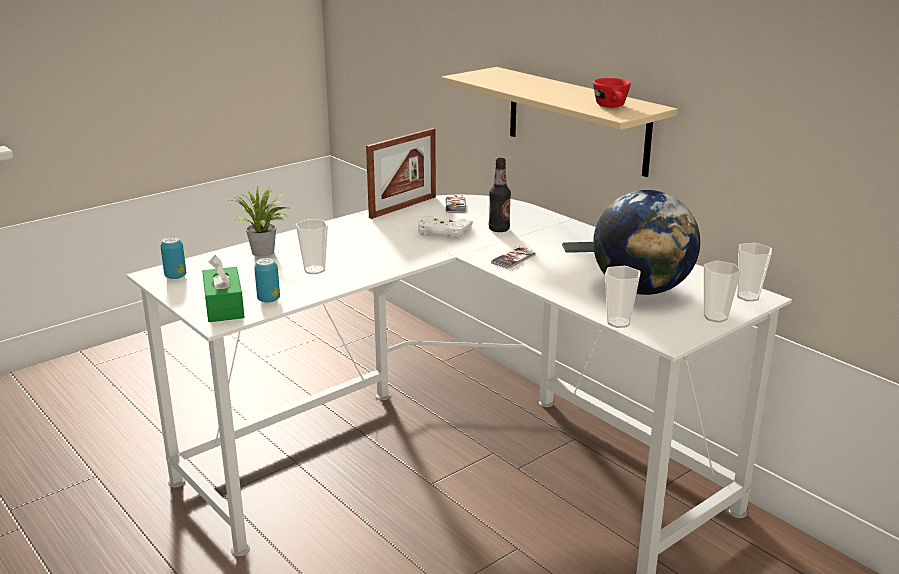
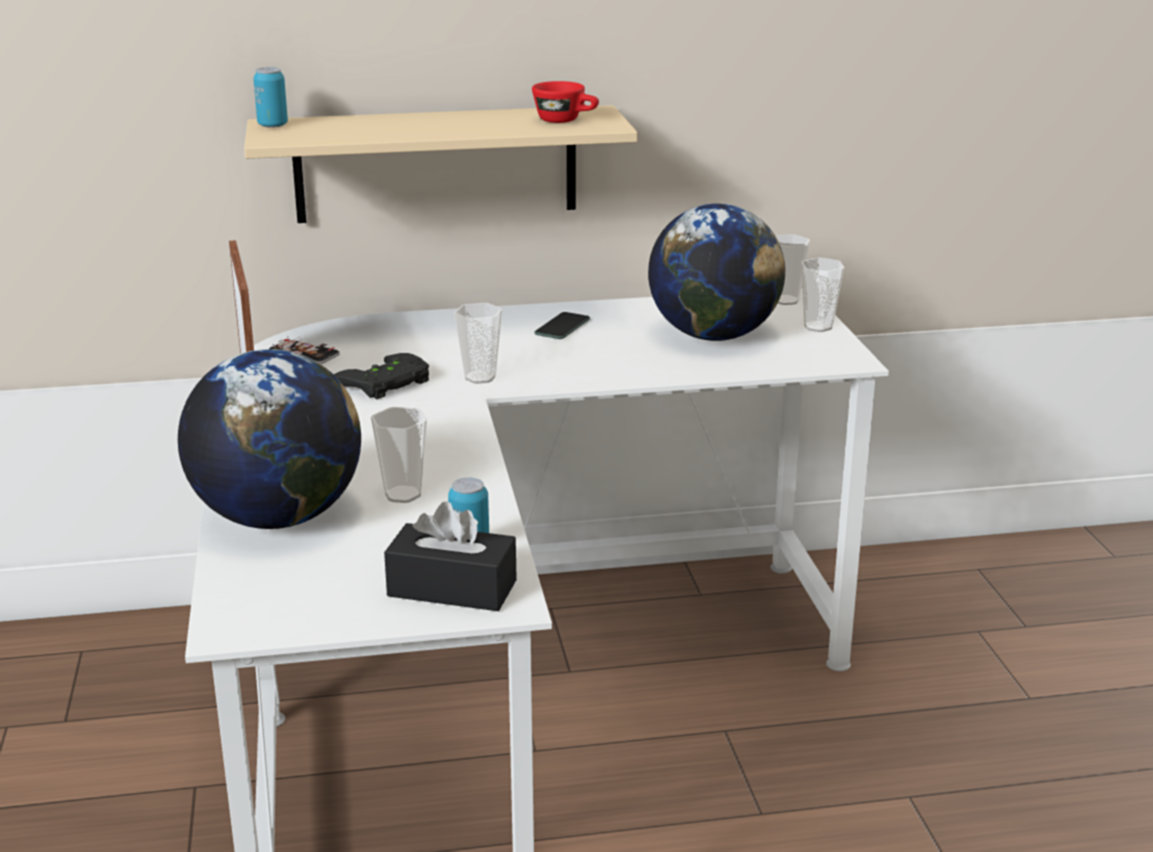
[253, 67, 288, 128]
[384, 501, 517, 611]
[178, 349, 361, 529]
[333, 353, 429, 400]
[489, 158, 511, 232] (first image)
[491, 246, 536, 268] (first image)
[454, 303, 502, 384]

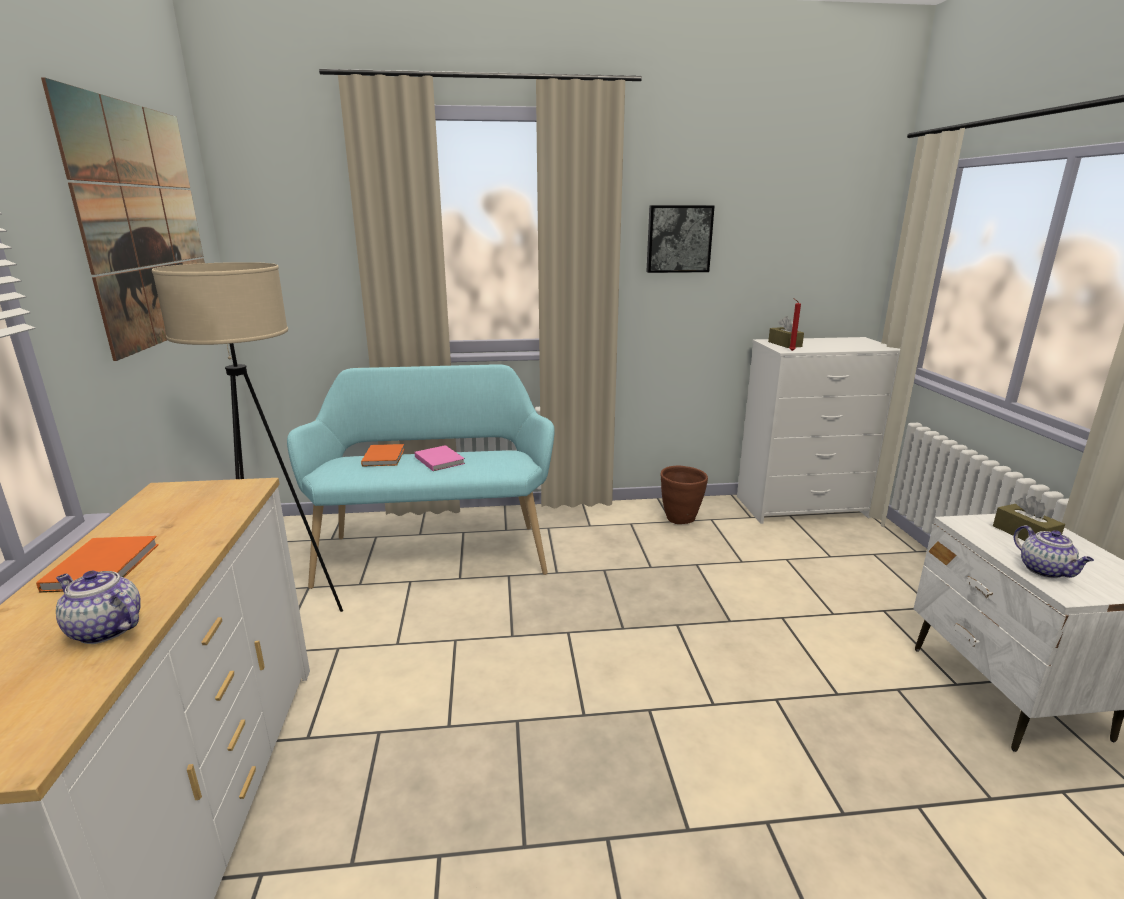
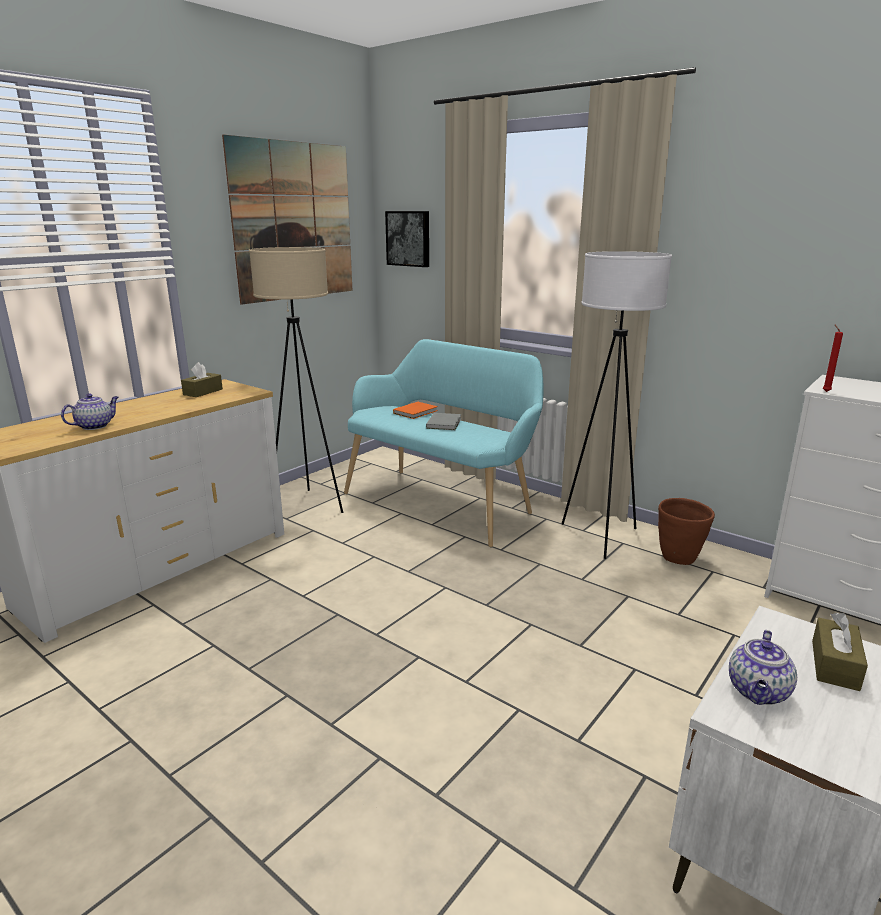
[36, 536, 159, 593] (first image)
[61, 394, 118, 430]
[426, 413, 461, 430]
[385, 211, 429, 267]
[181, 362, 223, 397]
[562, 251, 672, 559]

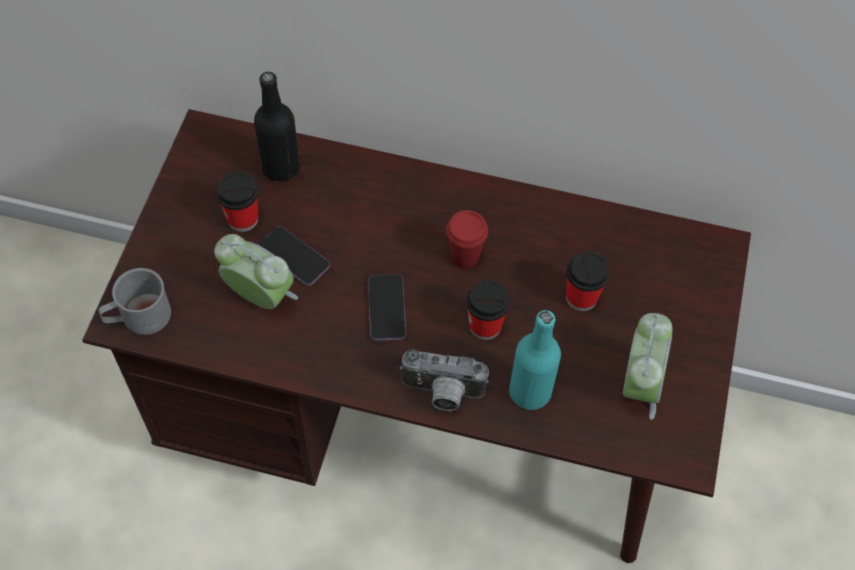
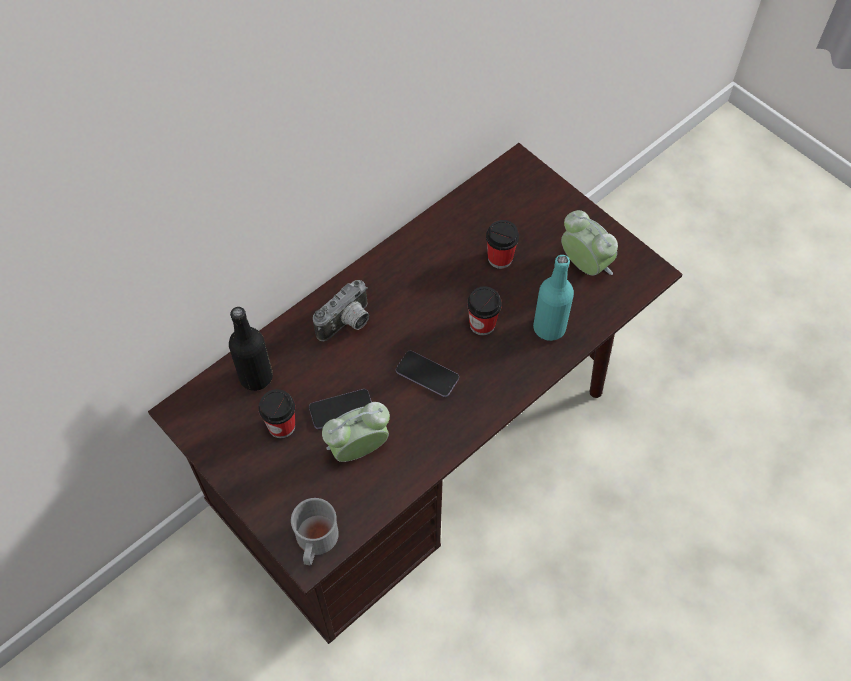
[313, 280, 369, 341]
[446, 210, 488, 268] (first image)

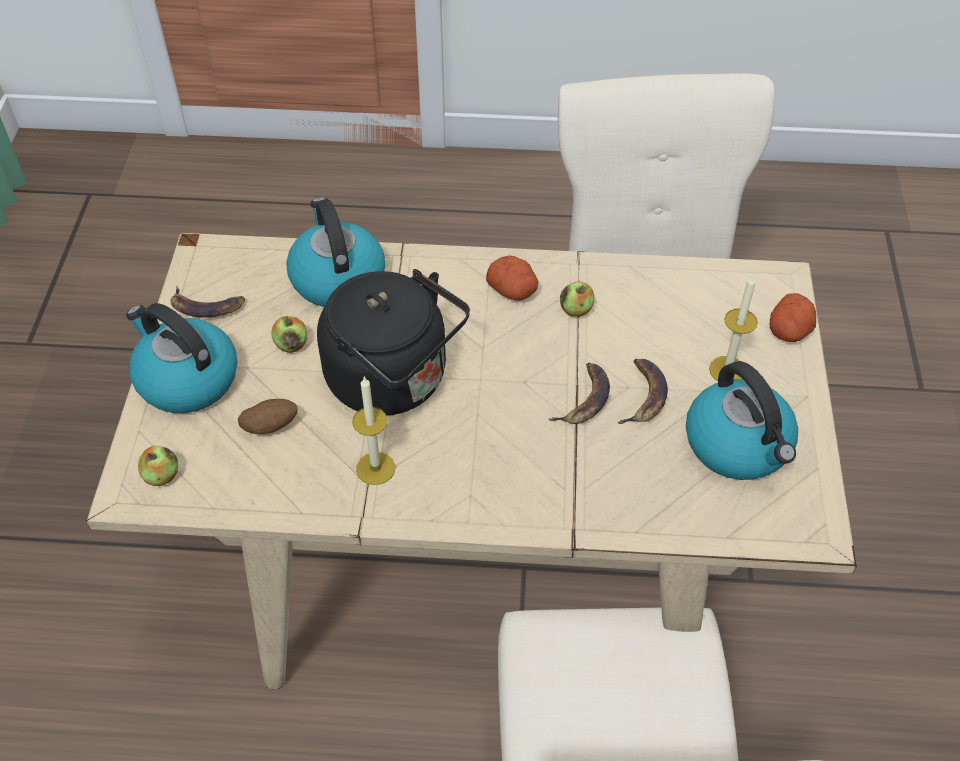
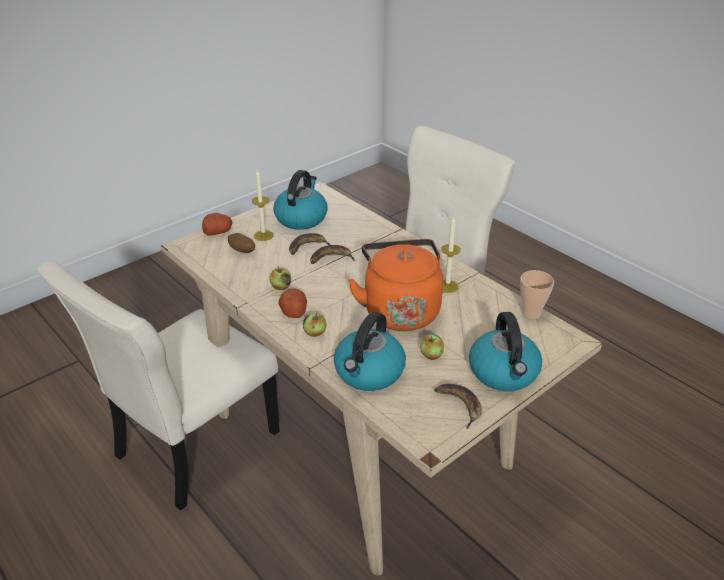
[303, 313, 327, 337]
[228, 233, 255, 253]
[348, 239, 443, 331]
[520, 270, 554, 319]

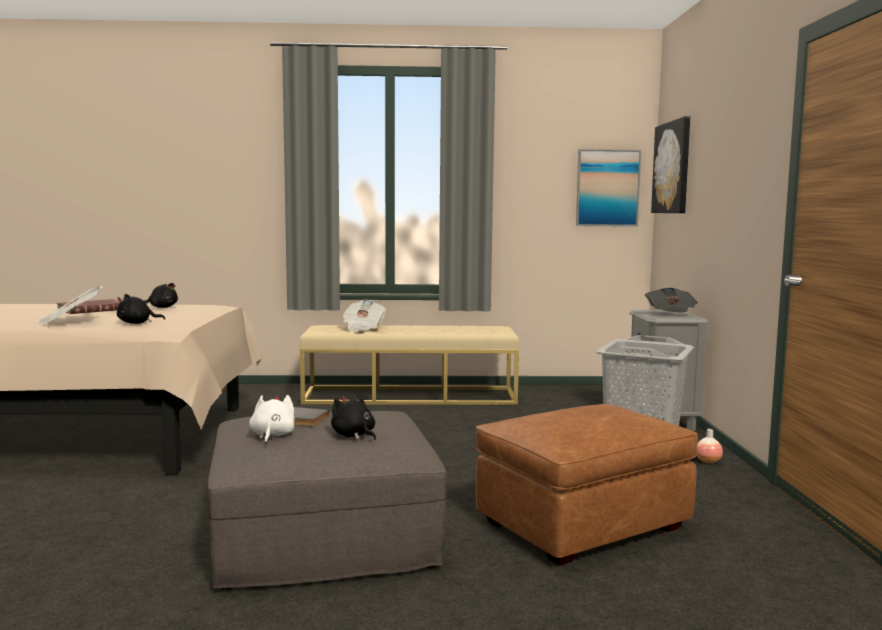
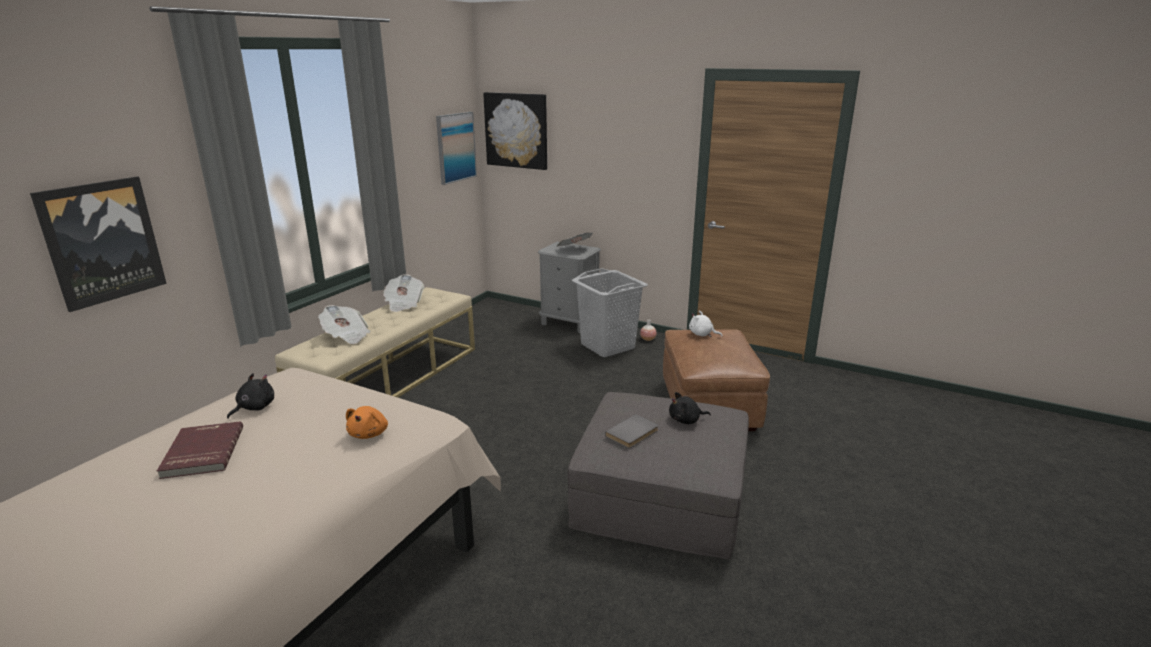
[383, 274, 424, 312]
[346, 406, 388, 439]
[689, 310, 722, 337]
[30, 176, 167, 312]

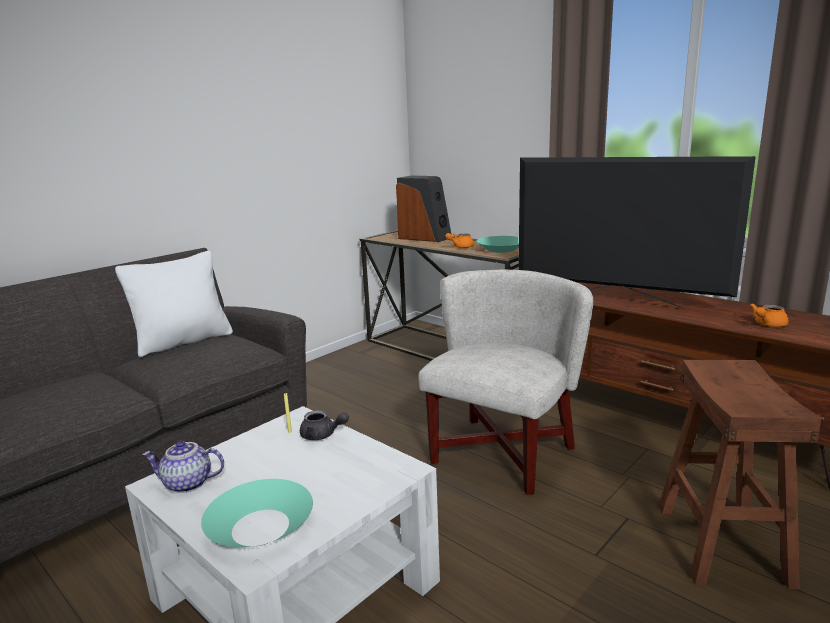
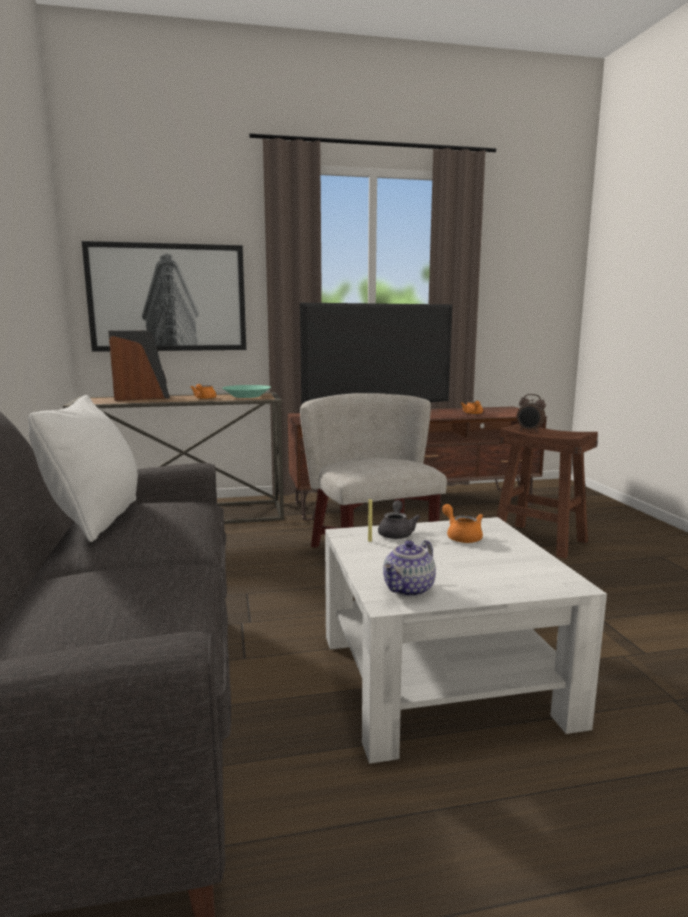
[201, 479, 313, 548] (first image)
[378, 500, 421, 539]
[82, 241, 246, 352]
[442, 504, 483, 543]
[517, 394, 546, 432]

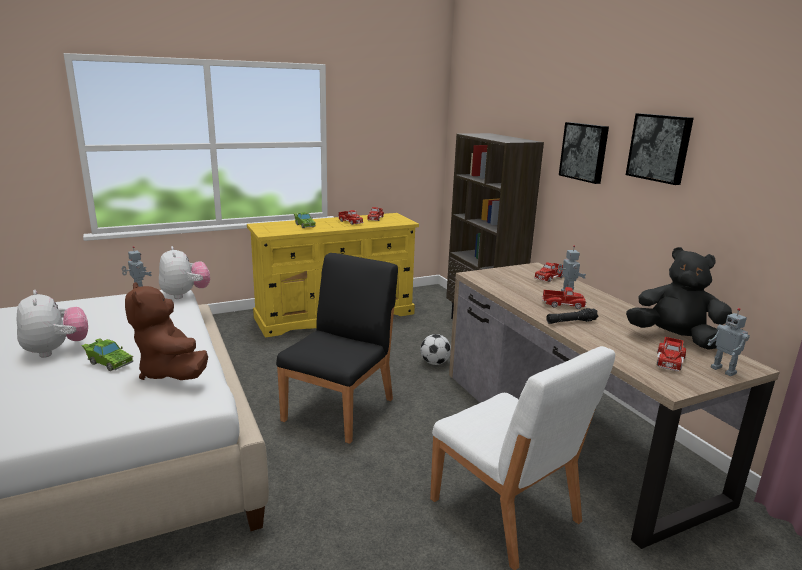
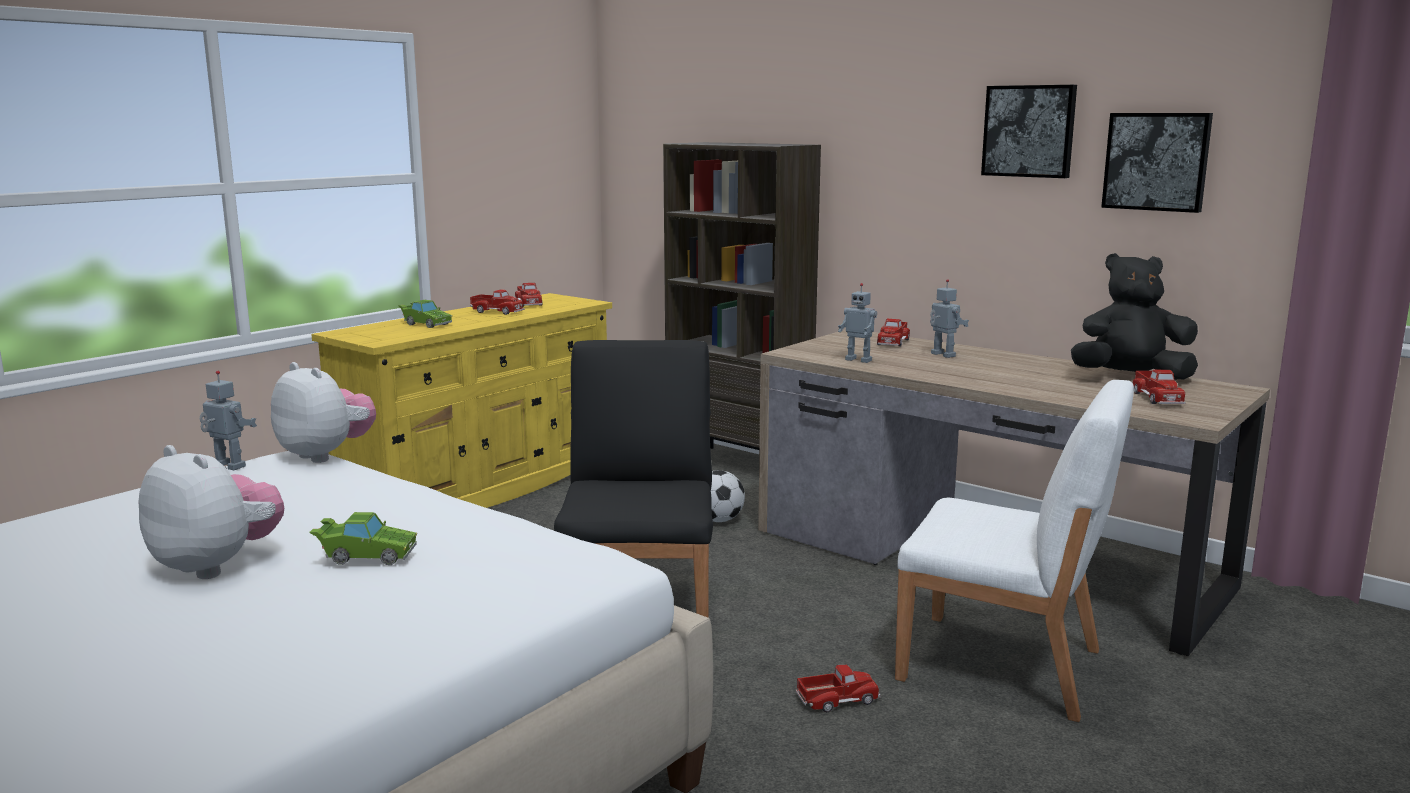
[125, 282, 208, 380] (first image)
[796, 665, 881, 712]
[546, 308, 598, 324] (first image)
[1101, 113, 1213, 213]
[838, 283, 877, 363]

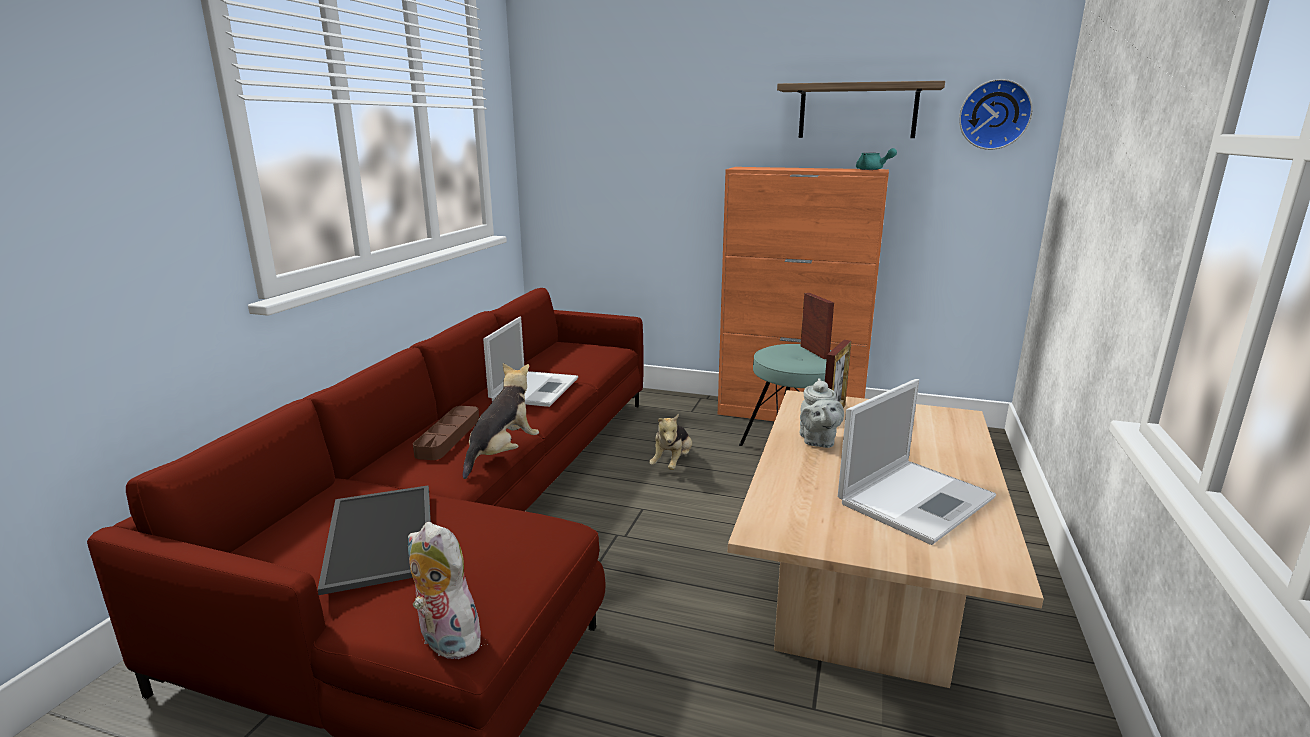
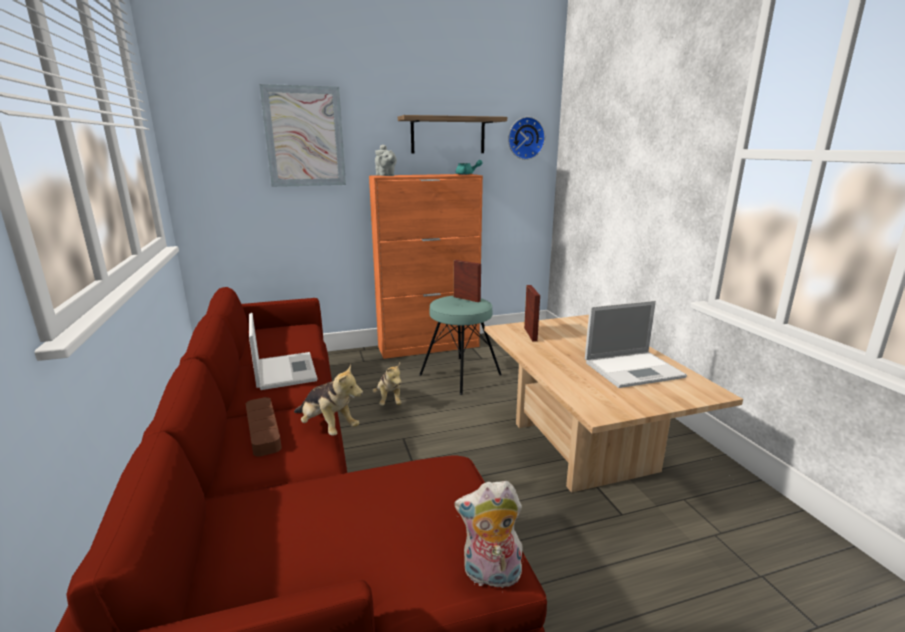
[318, 485, 431, 595] (first image)
[294, 364, 363, 436]
[375, 145, 397, 176]
[585, 300, 687, 388]
[259, 84, 346, 187]

